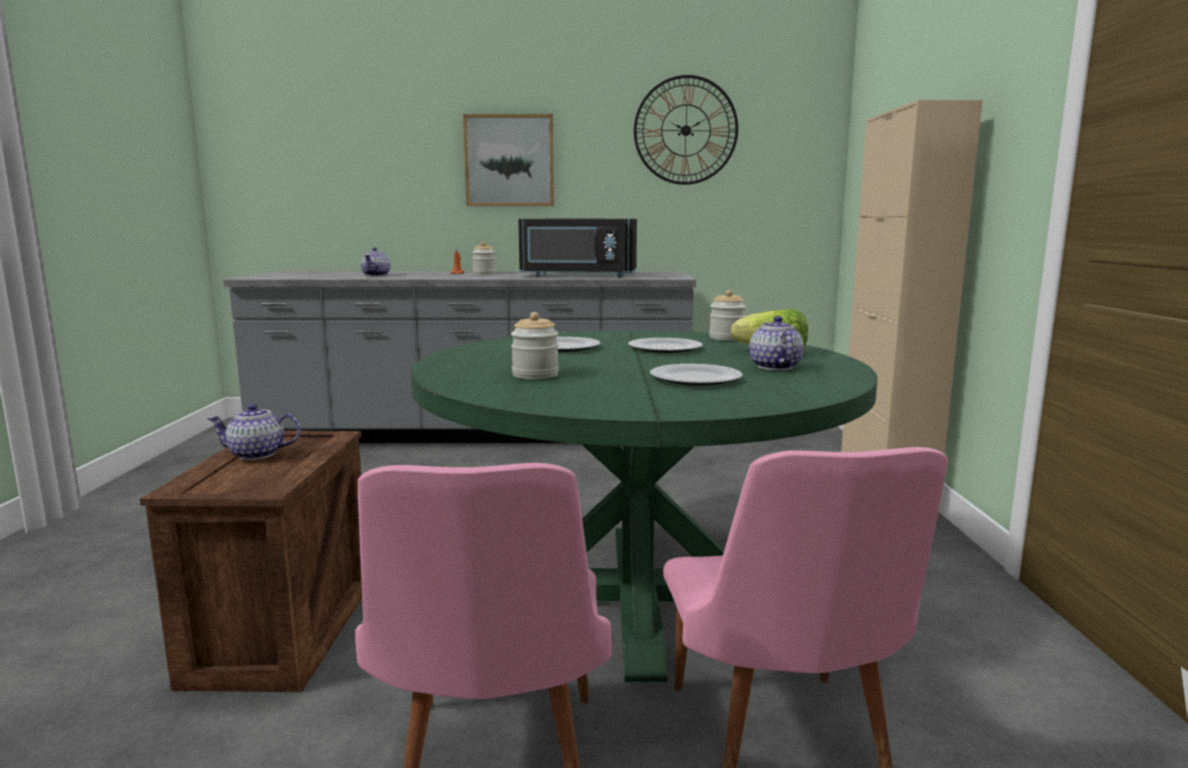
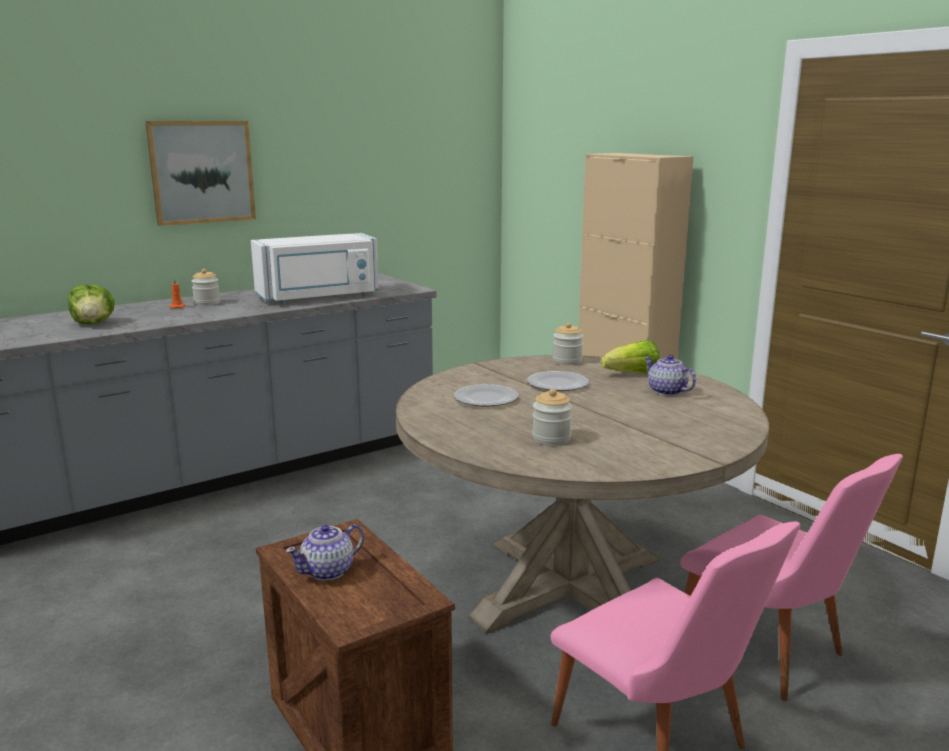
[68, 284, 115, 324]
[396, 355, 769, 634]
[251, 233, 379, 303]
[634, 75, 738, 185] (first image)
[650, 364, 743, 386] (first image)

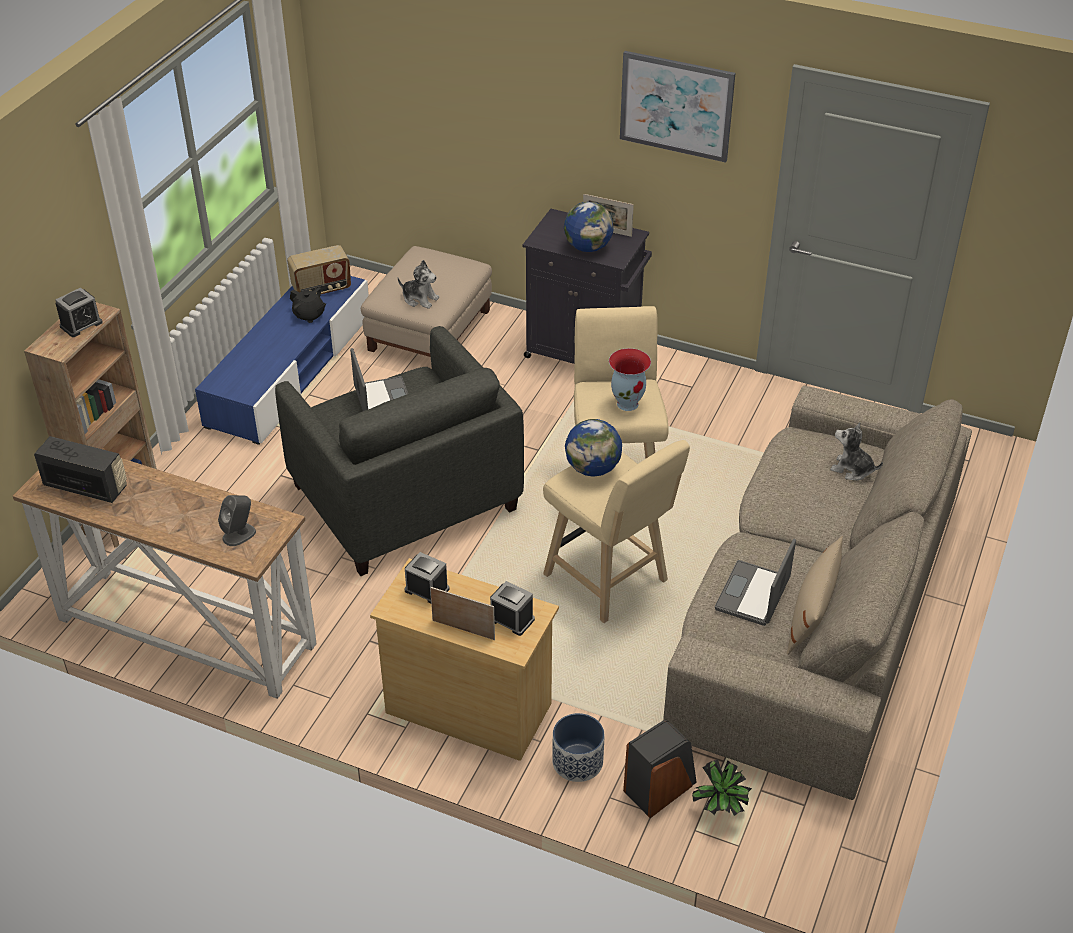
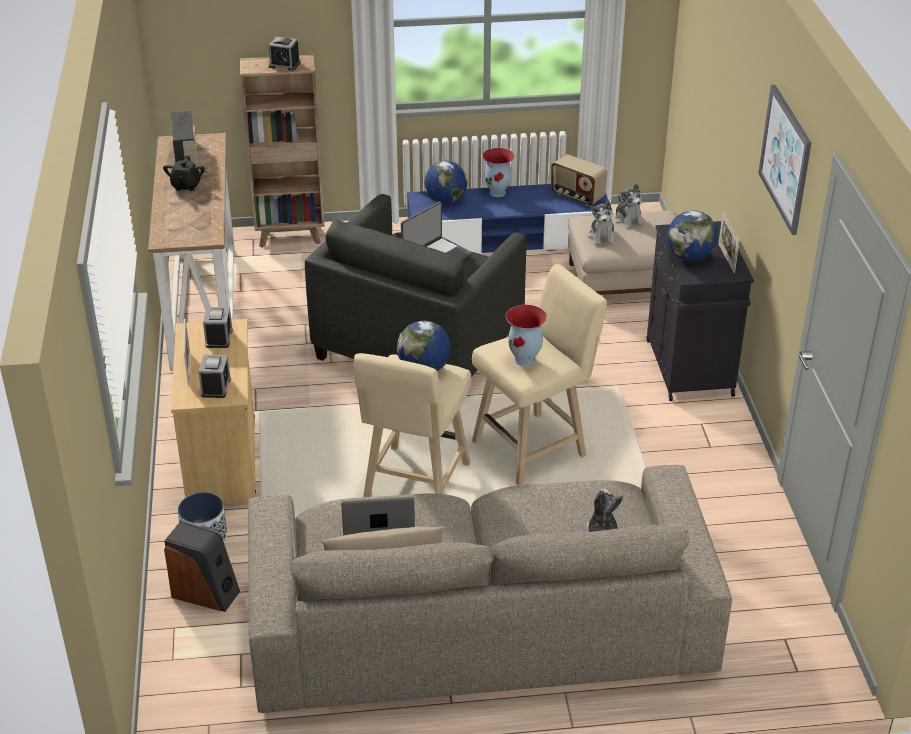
[218, 495, 256, 546] (first image)
[163, 156, 205, 191]
[692, 759, 752, 816] (first image)
[425, 160, 467, 203]
[482, 148, 515, 197]
[614, 184, 645, 229]

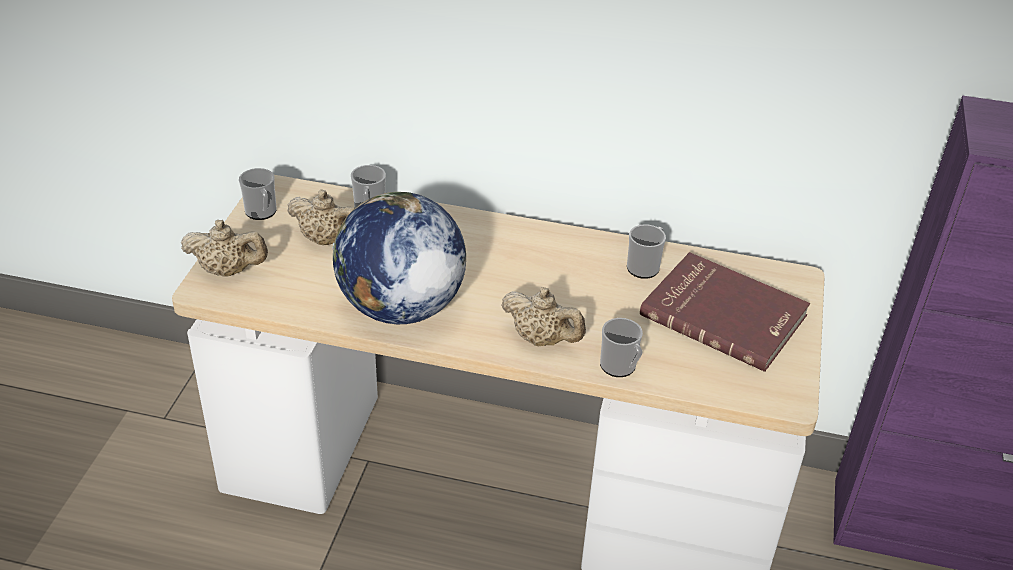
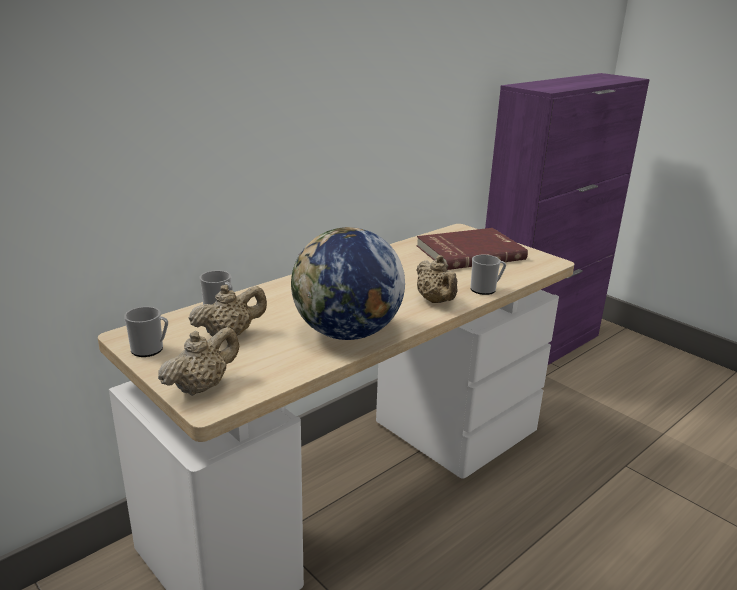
[416, 255, 457, 303]
[627, 224, 666, 279] (first image)

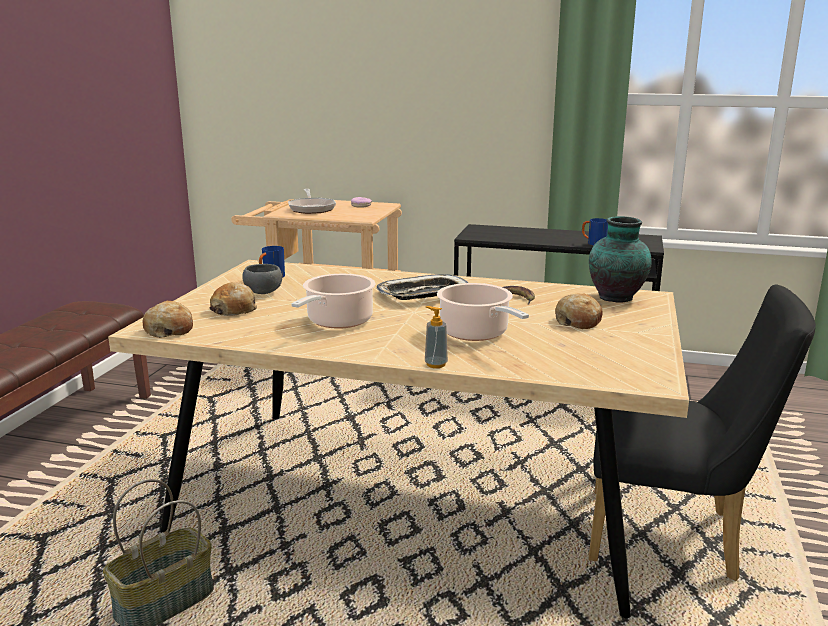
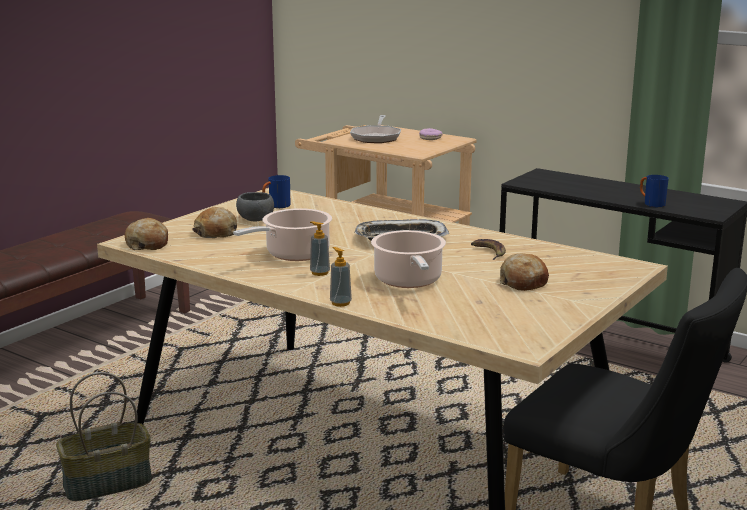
[589, 216, 652, 303] (first image)
[310, 221, 330, 276]

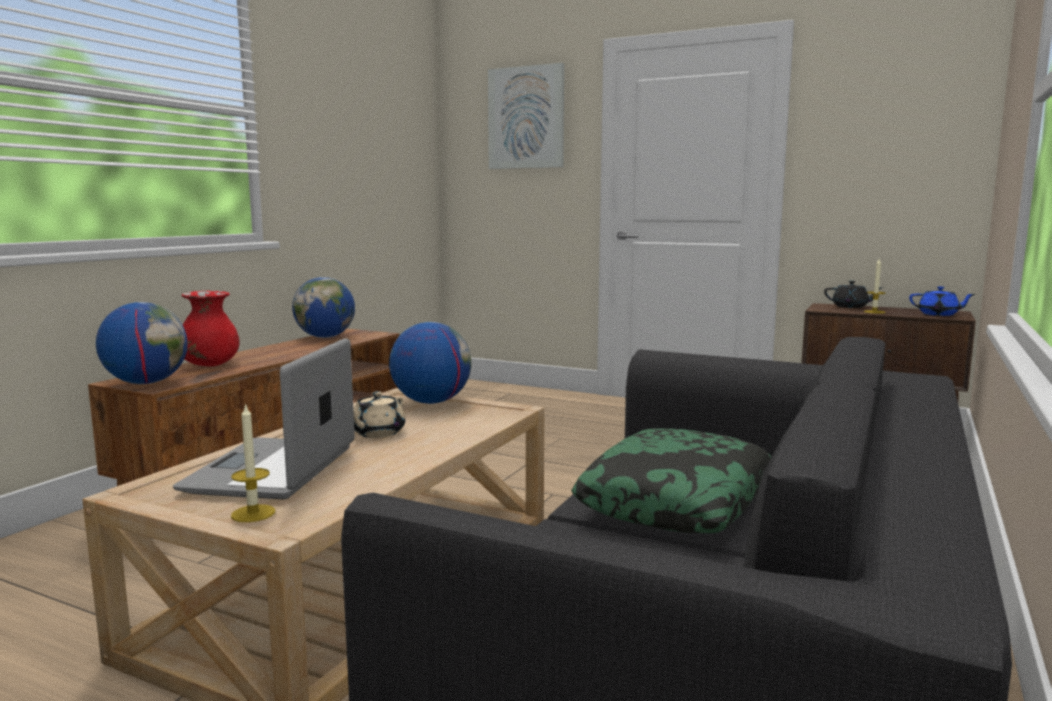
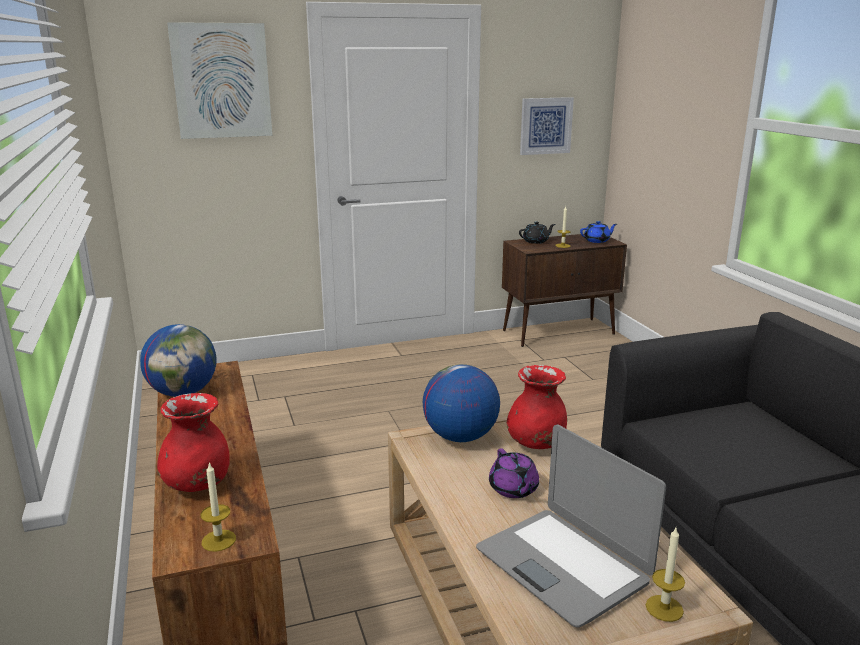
[201, 463, 236, 552]
[489, 448, 539, 498]
[571, 428, 771, 533] (first image)
[507, 365, 567, 449]
[520, 97, 574, 155]

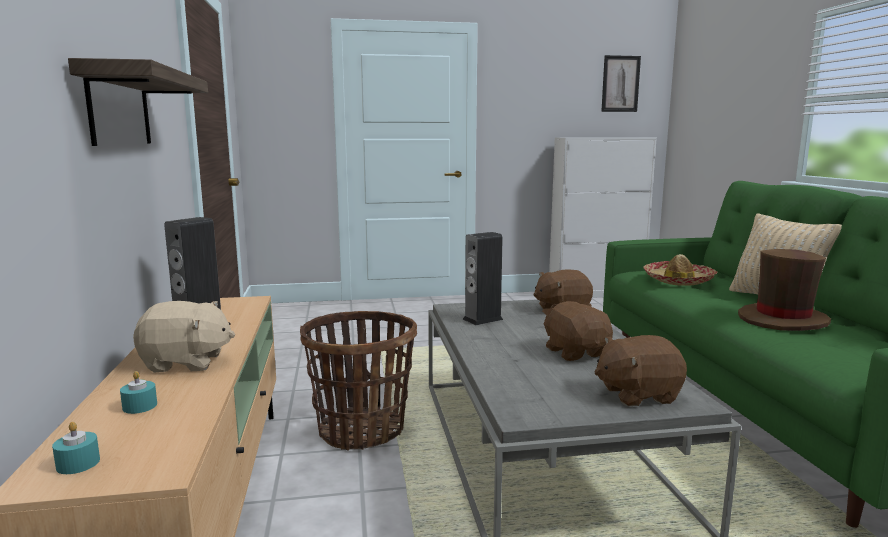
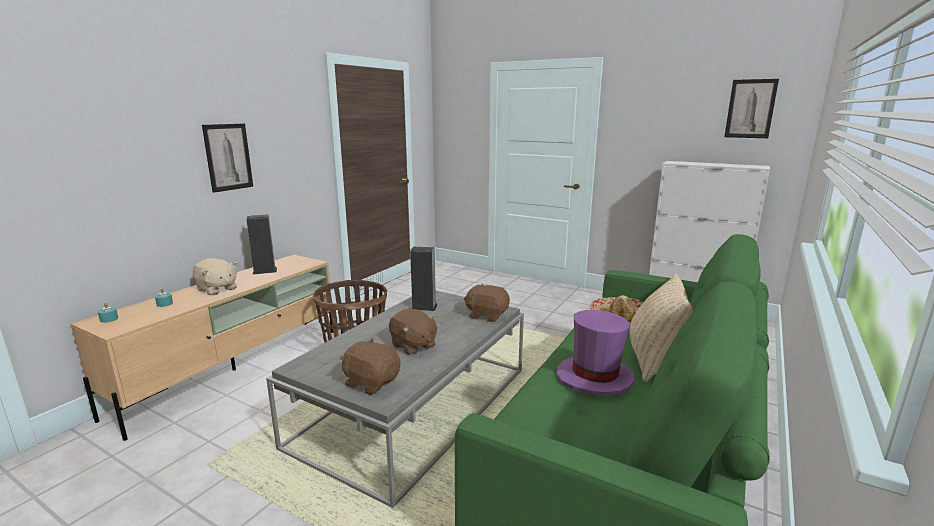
[202, 124, 253, 193]
[389, 309, 438, 355]
[556, 310, 634, 396]

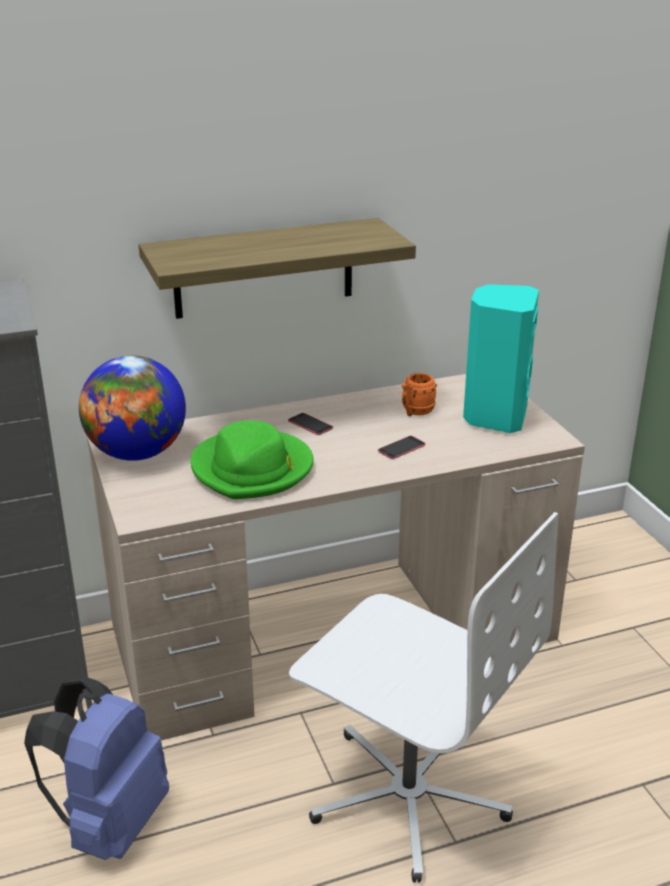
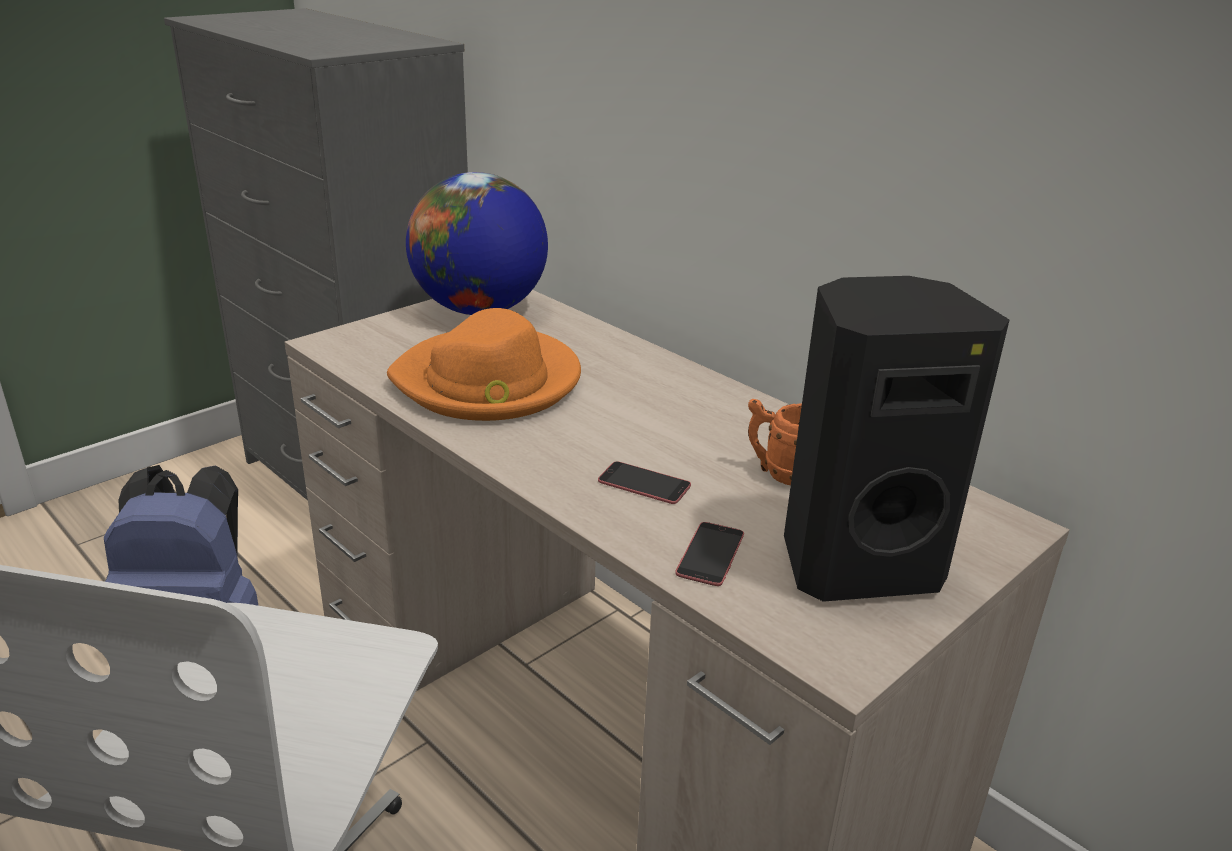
[139, 218, 416, 319] (first image)
[387, 308, 581, 421]
[675, 522, 744, 586]
[784, 276, 1009, 602]

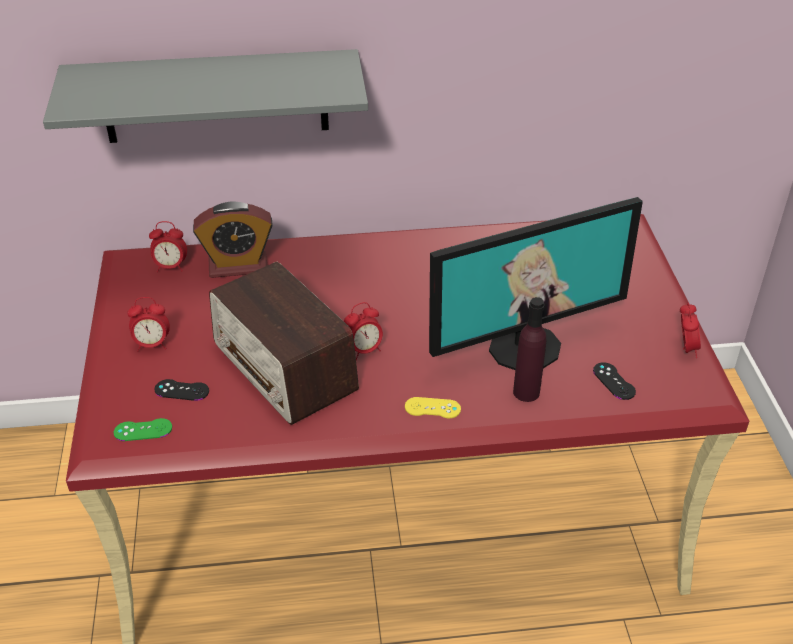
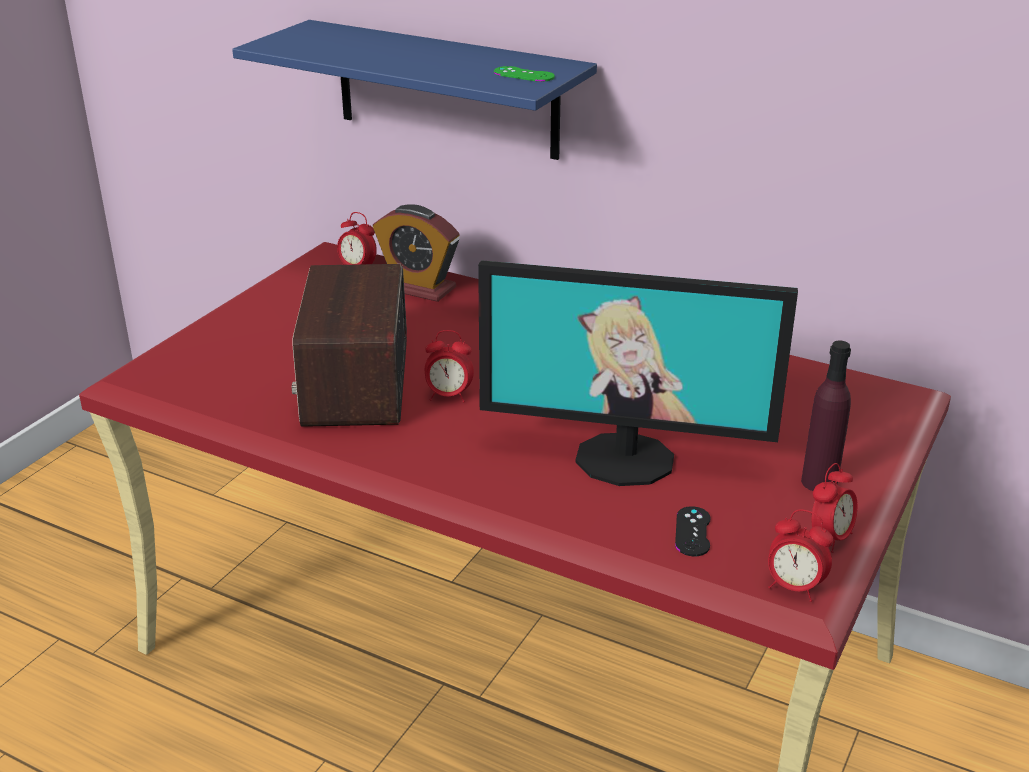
[232, 20, 597, 160]
[494, 66, 555, 82]
[768, 509, 833, 602]
[155, 379, 209, 401] (first image)
[405, 397, 461, 418] (first image)
[801, 341, 851, 491]

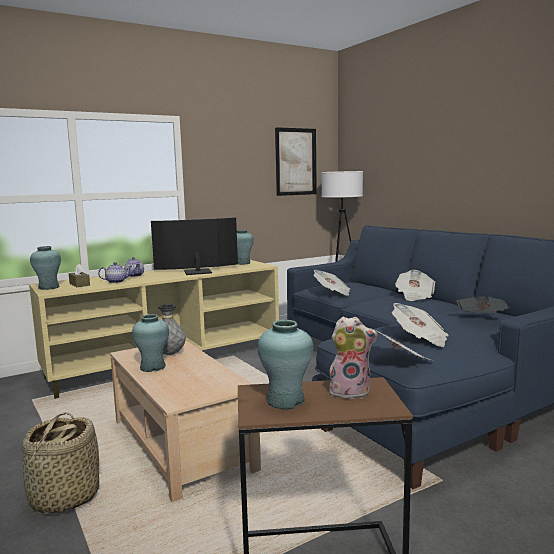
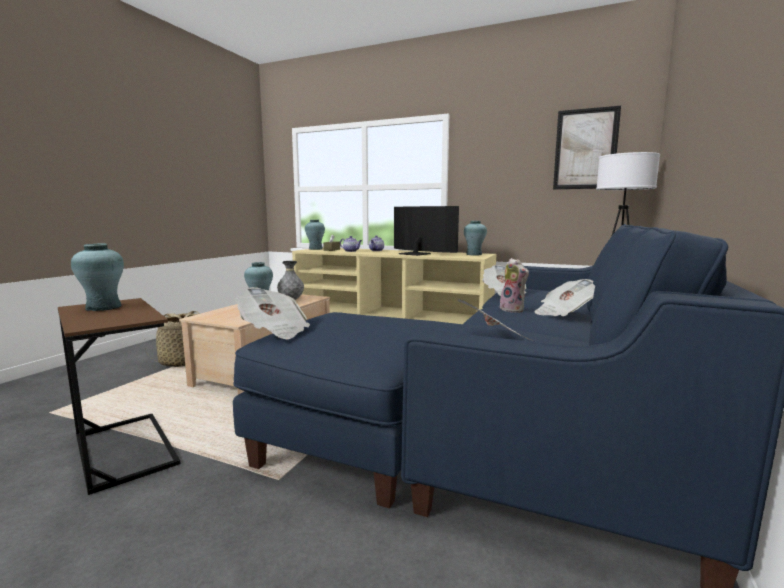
[500, 258, 529, 313]
[392, 303, 449, 347] (first image)

